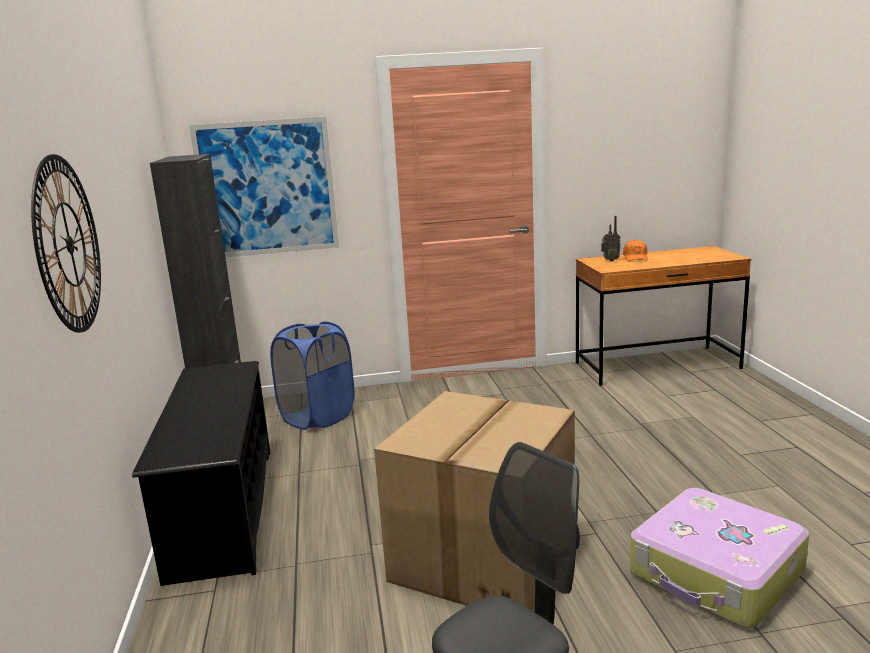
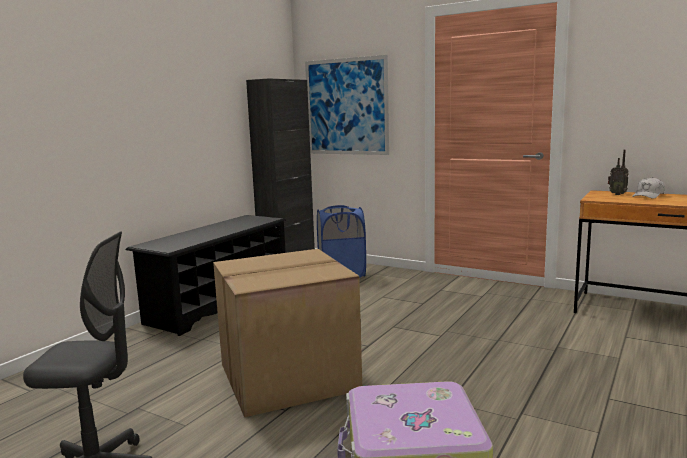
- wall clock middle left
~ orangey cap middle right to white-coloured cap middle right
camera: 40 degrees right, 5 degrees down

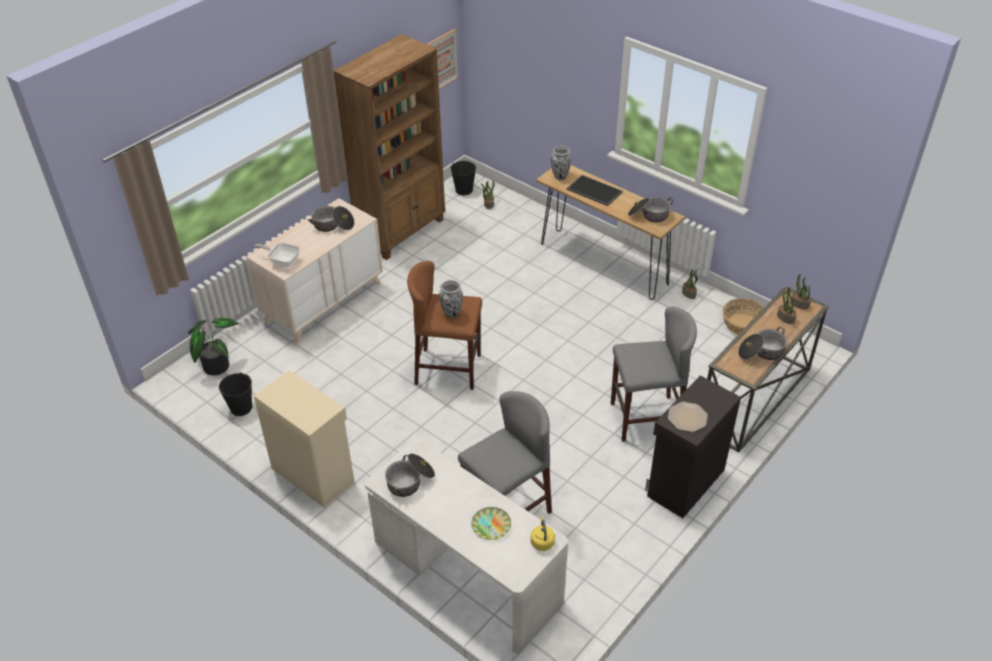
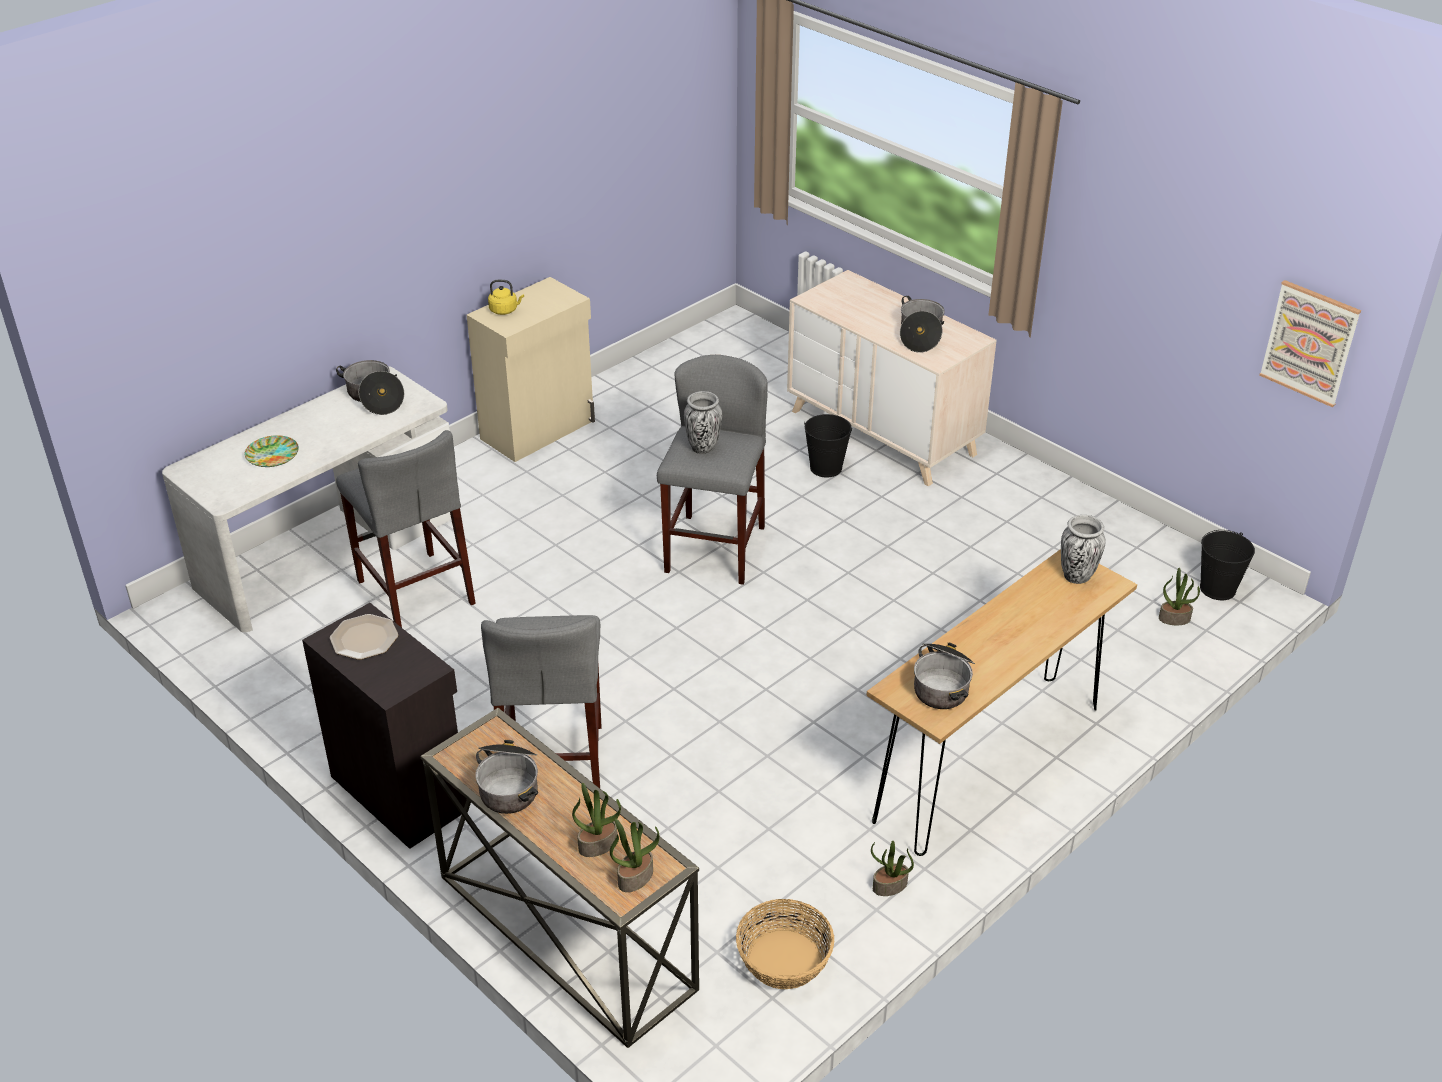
- brown-coloured bookcase top centre
- carrying tray top centre
- pan middle left
~ brown-coloured sitting stool centre to greyish sitting stool (3rd from left) centre
- potted plant (1st from left) middle left
~ black-coloured pail (1st from left) middle left to centre
~ yellow water kettle bottom centre to top centre
camera: 95 degrees right, 5 degrees down

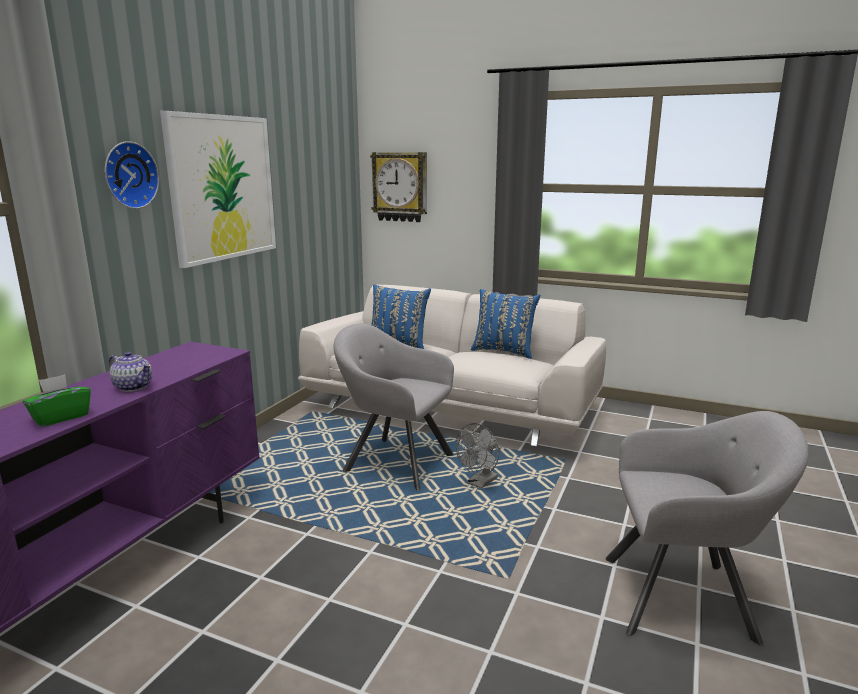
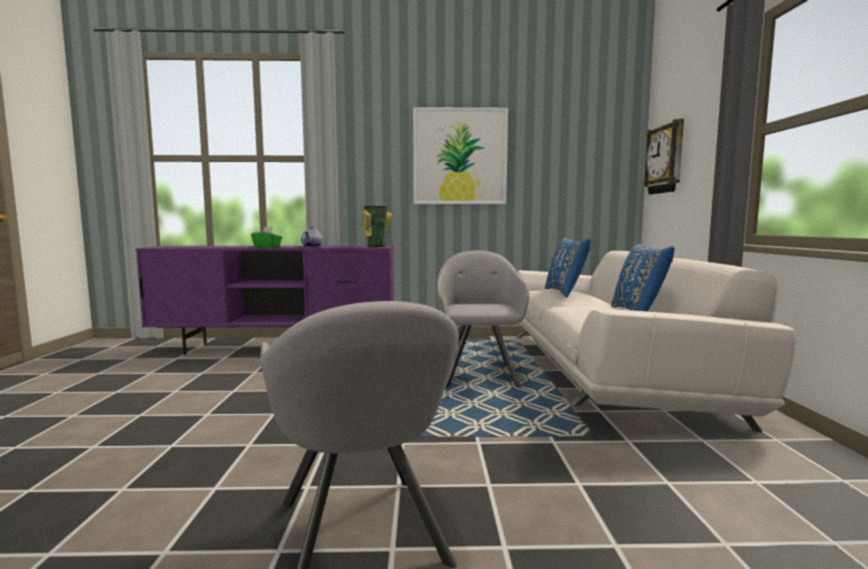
- wall clock (1st from left) top left
- greyish electric fan centre
+ decorative vase centre
camera: 65 degrees right, 10 degrees down

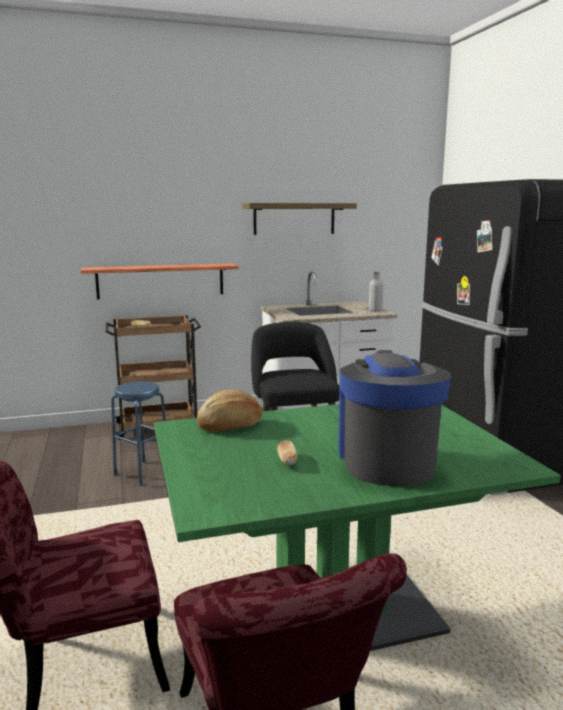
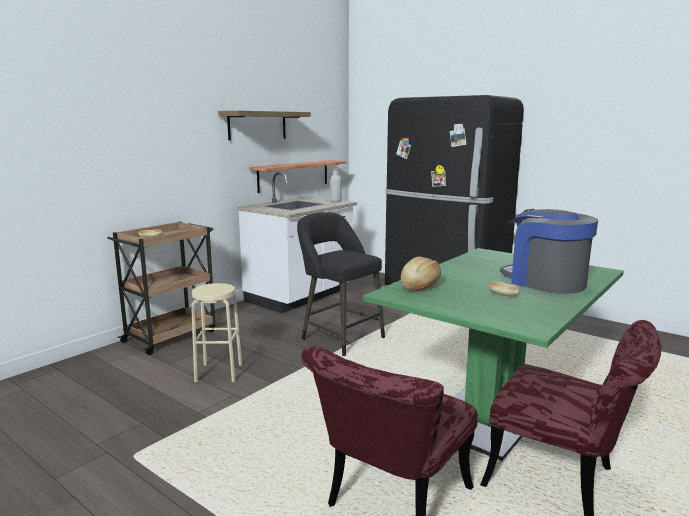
~ shelf (1st from left in the first image) middle left to shelf (2nd from left) centre
~ blue sitting stool middle left to beige sitting stool middle left
camera: 35 degrees left, 0 degrees up

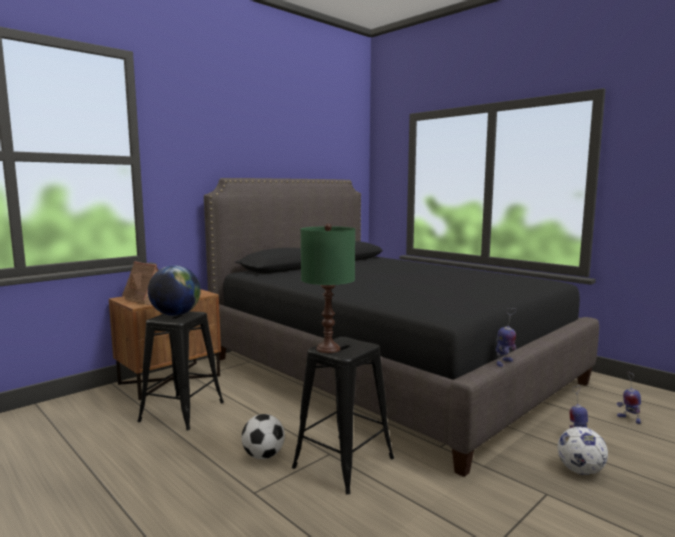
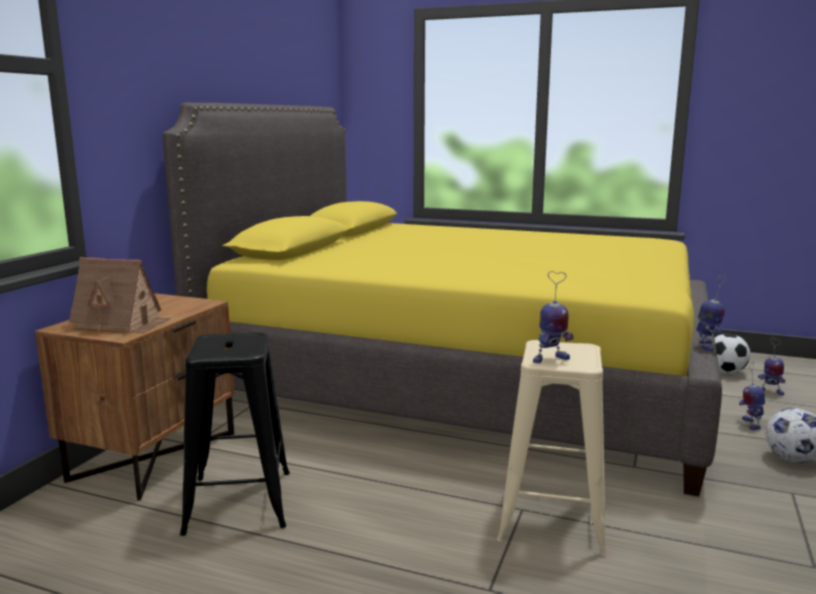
~ black-coloured sleeping bed centre to yellow sleeping bed centre
~ greenish tabletop lamp centre to model robot (1st from left) middle right
- globe middle left
~ black-coloured sitting stool (2nd from left) bottom centre to beige sitting stool bottom right
~ football ball (1st from left) bottom centre to middle right
camera: 25 degrees left, 5 degrees up

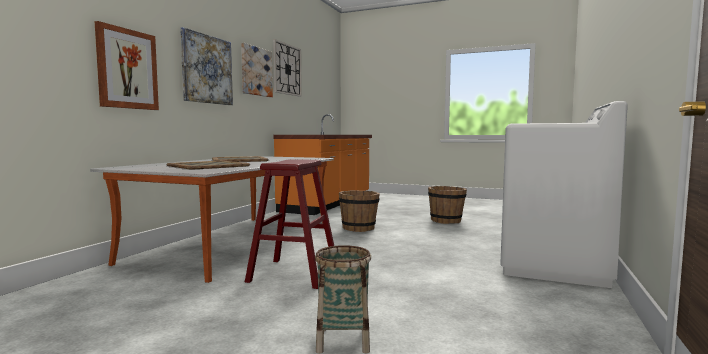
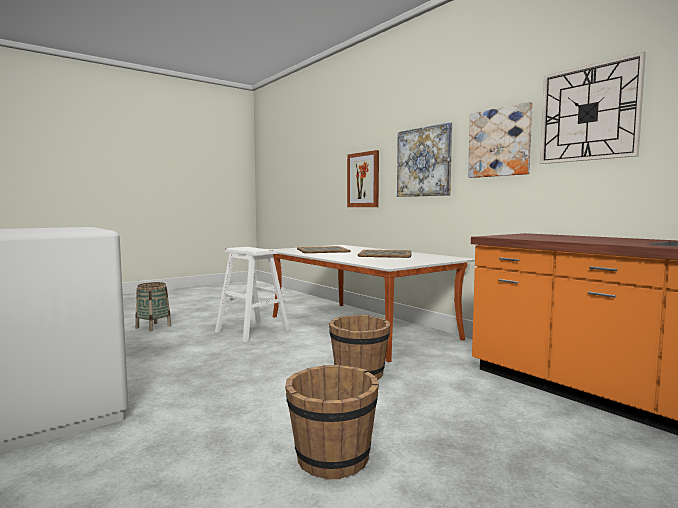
~ red sitting stool centre to white-coloured sitting stool centre
camera: 120 degrees right, 0 degrees up

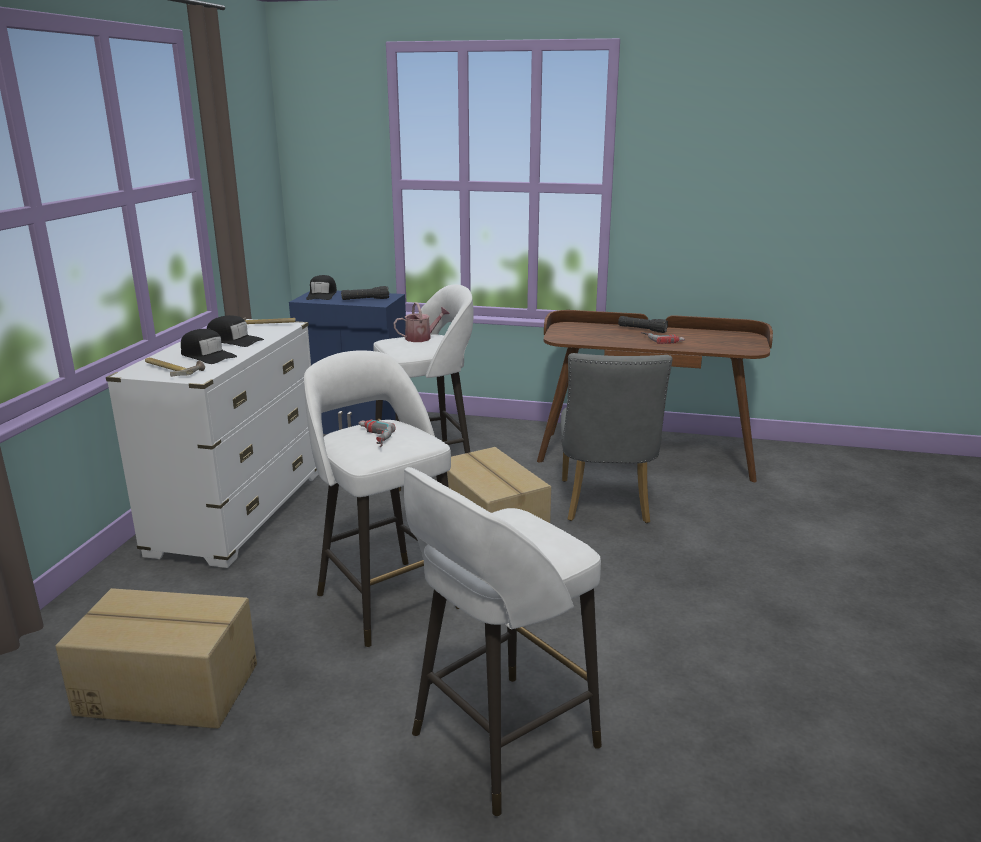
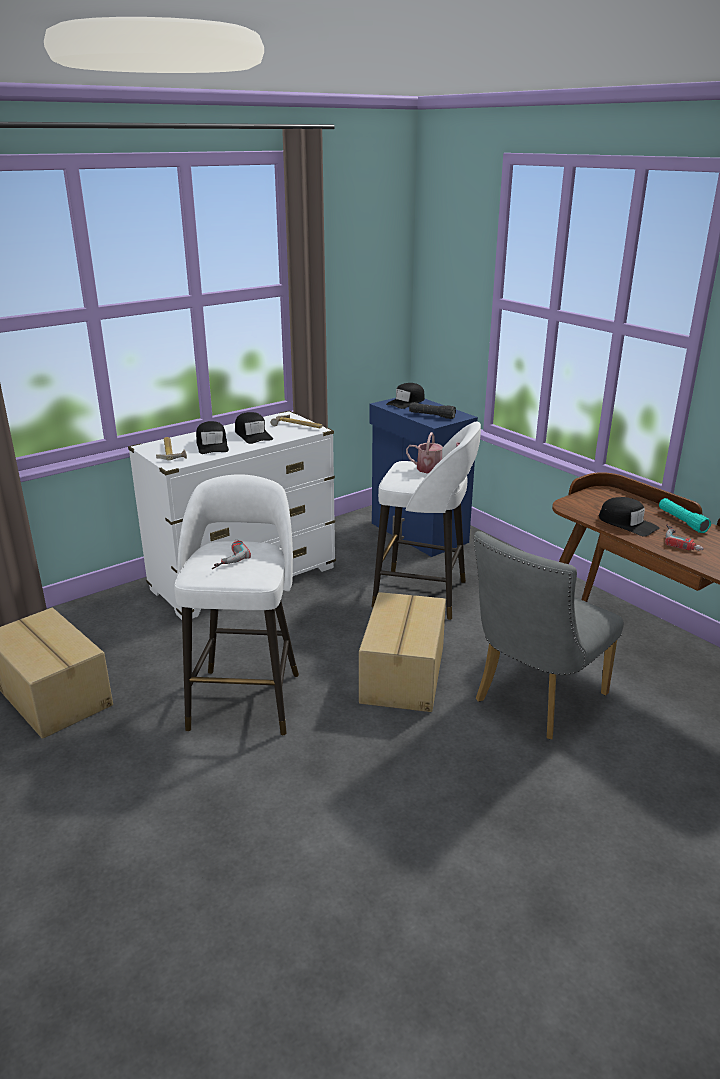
~ black-coloured flashlight (2nd from left) centre to turquoise-coloured flashlight middle right
- white-coloured sitting stool (3rd from left) bottom centre
+ black-coloured cap (4th from left) middle right
camera: 40 degrees right, 5 degrees up

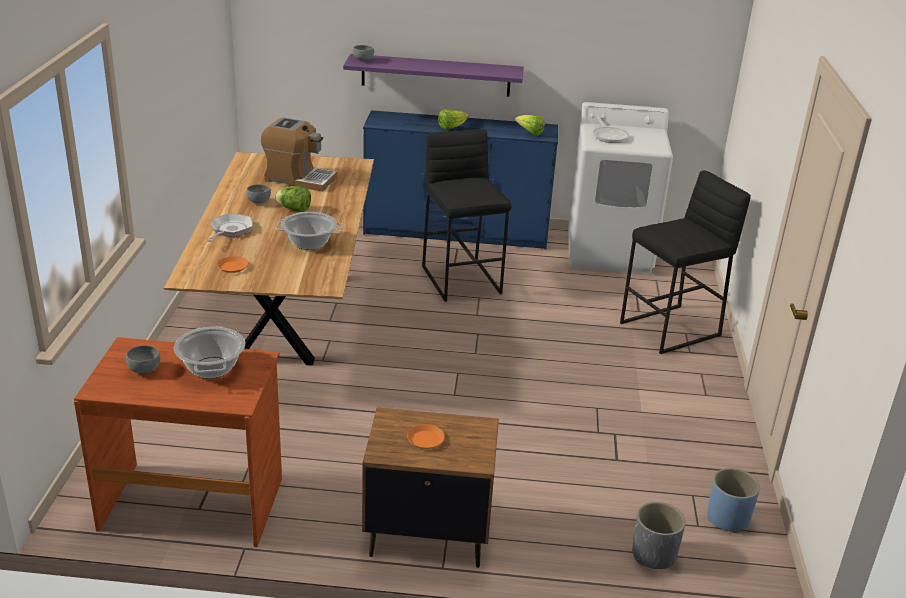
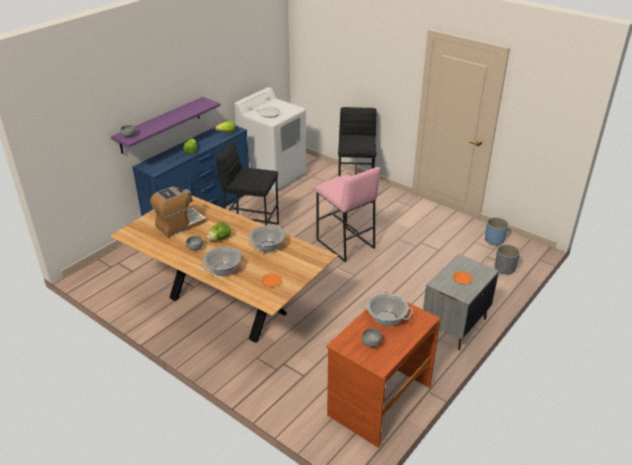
~ pan (1st from left) middle left to cooking pot (1st from left) centre
~ brown-coloured nightstand bottom centre to greyish nightstand middle right
+ pink-coloured sitting stool centre
camera: 55 degrees left, 5 degrees up

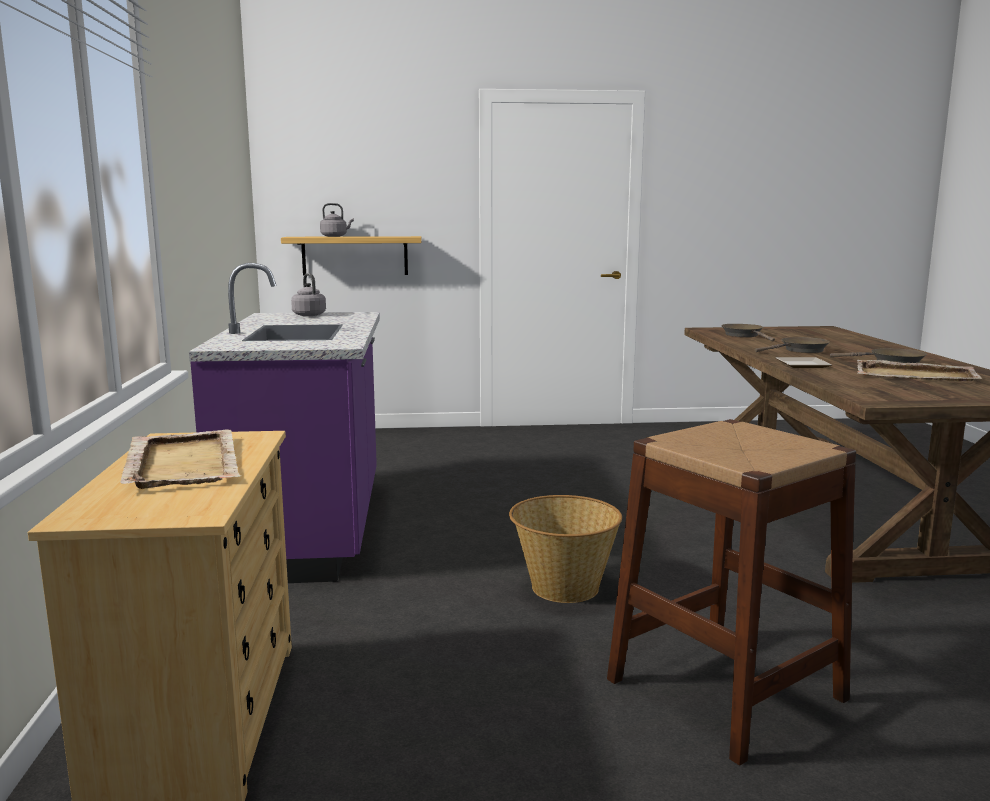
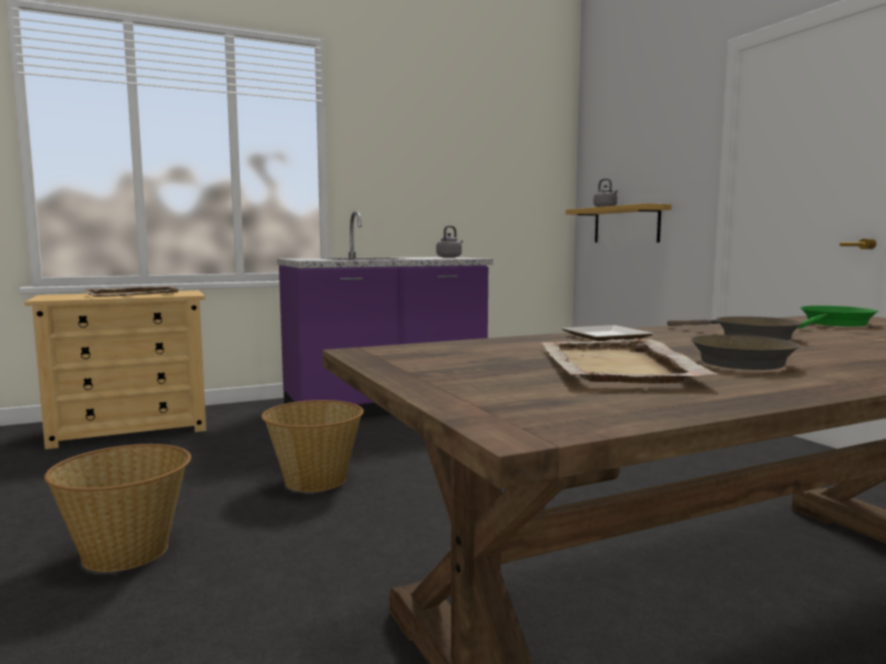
~ brown-coloured pan (1st from left) middle right to greenish pan middle right
~ brown-coloured sitting stool bottom right to storage basket (1st from left) bottom left
camera: 70 degrees right, 5 degrees down

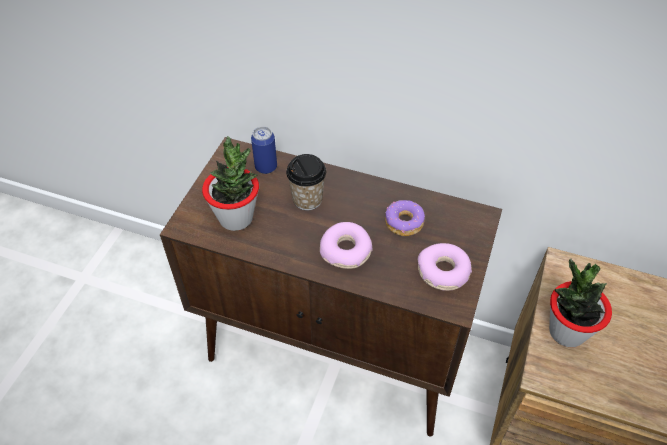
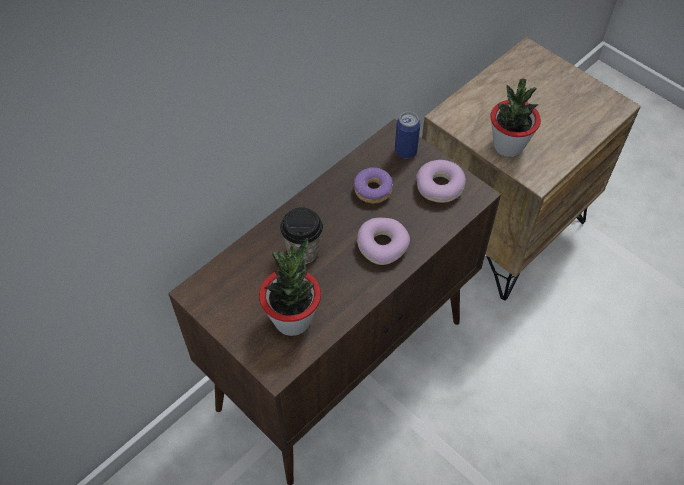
~ sealed can centre to top centre
camera: 65 degrees left, 5 degrees up

